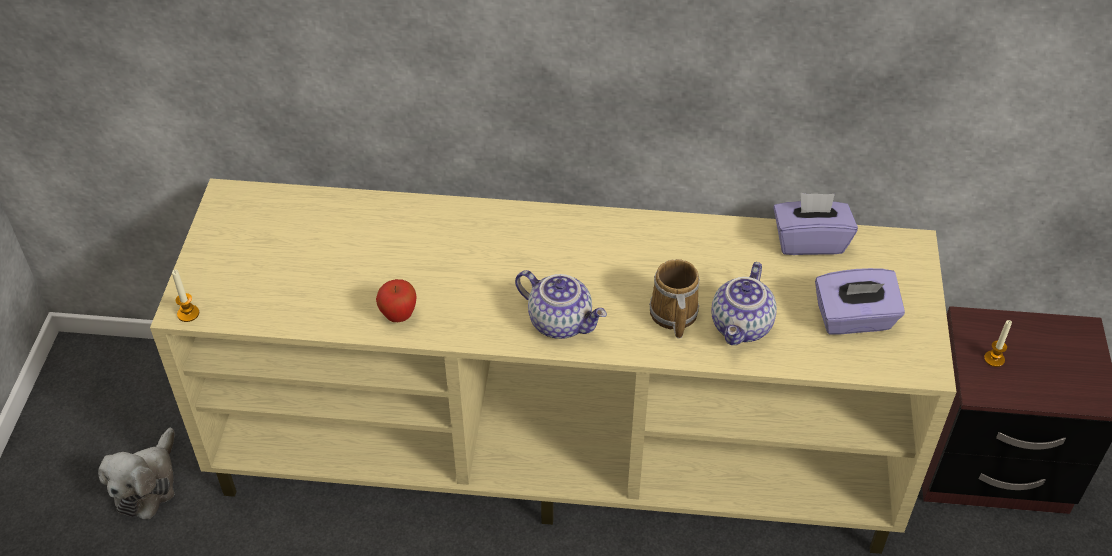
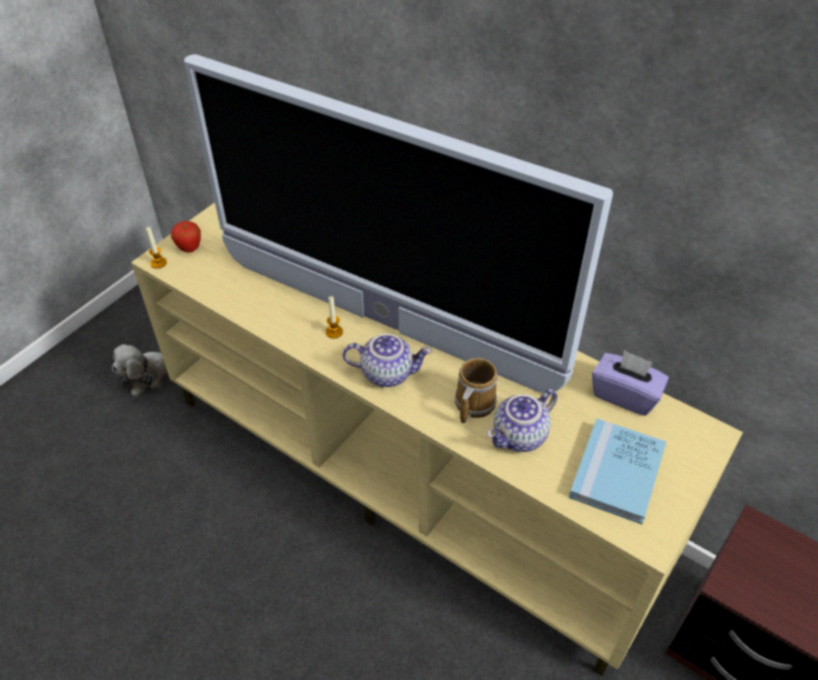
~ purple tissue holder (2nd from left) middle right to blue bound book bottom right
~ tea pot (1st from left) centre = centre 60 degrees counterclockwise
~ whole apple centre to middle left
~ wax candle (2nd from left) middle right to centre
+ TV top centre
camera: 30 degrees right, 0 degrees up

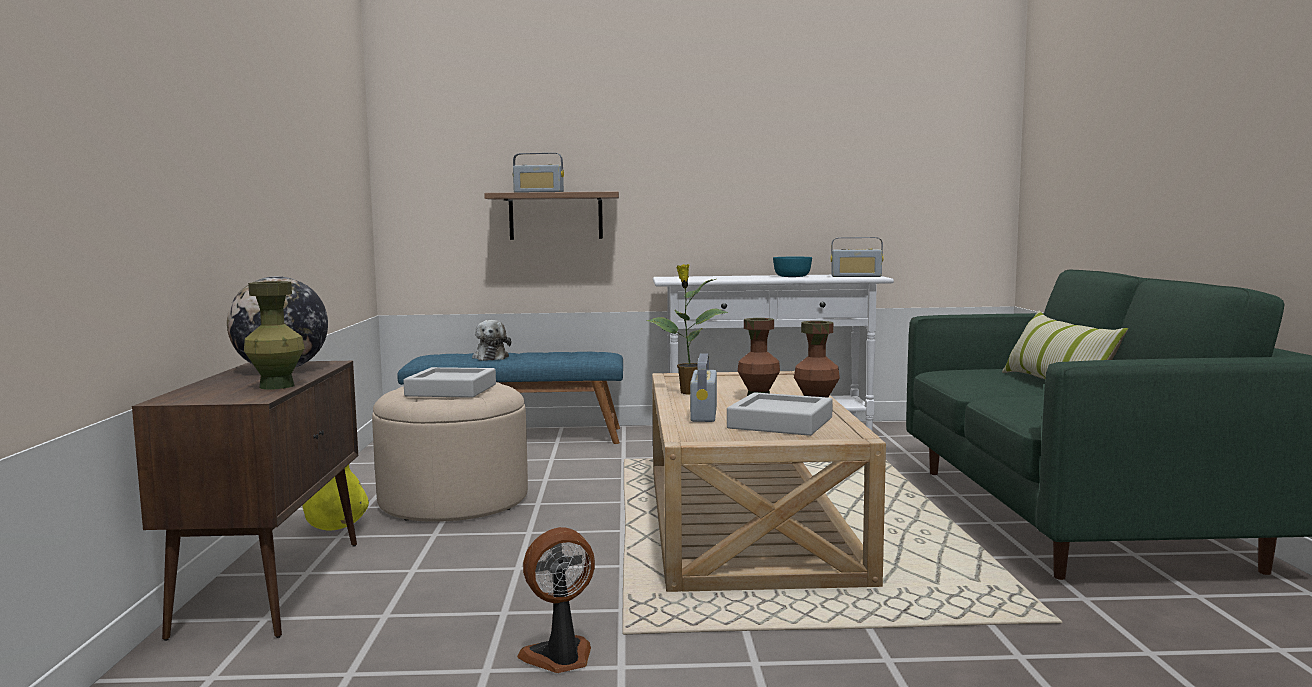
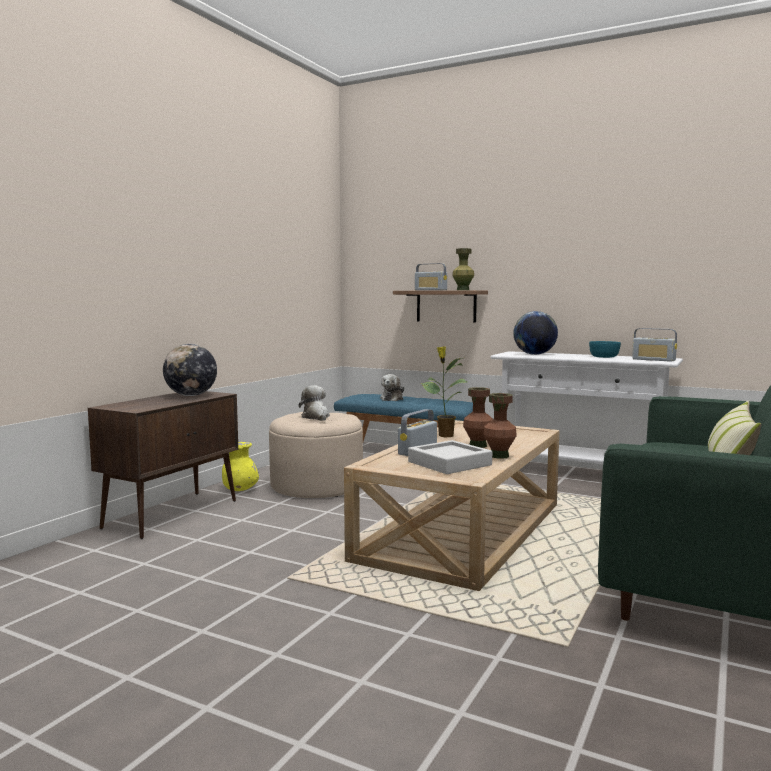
~ greenish decorative vase middle left to centre
~ greyish carrying tray (1st from left) centre to plush toy (1st from left) centre
- electric fan bottom centre
+ globe (2nd from left) middle right
camera: 30 degrees right, 0 degrees up

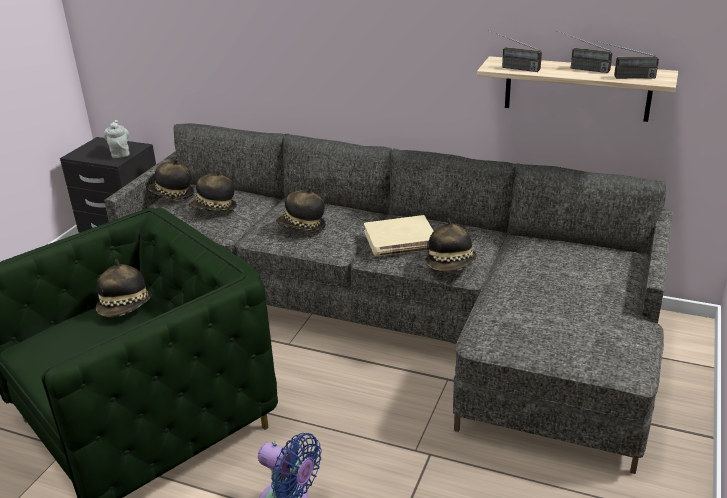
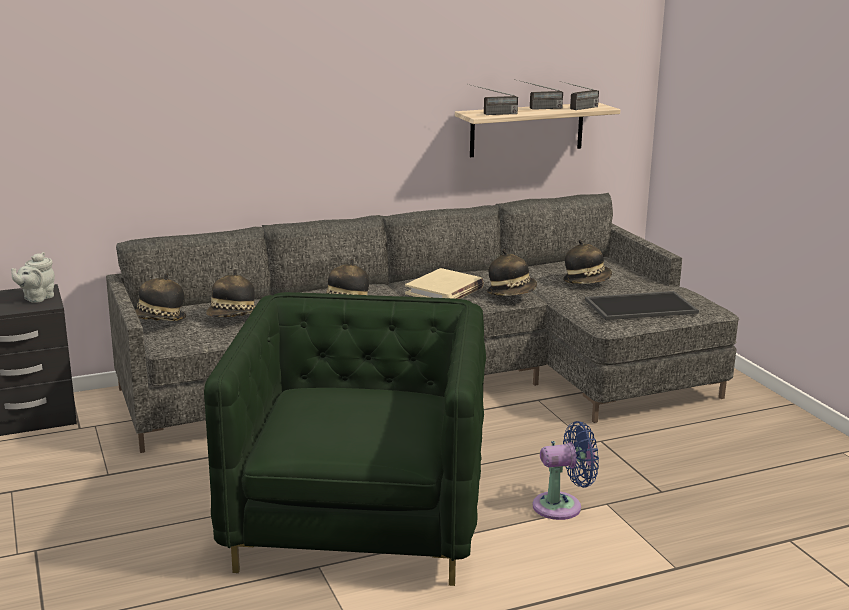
~ greyish tea pot top left = middle left 90 degrees counterclockwise
~ wearable hat (1st from left in the first image) middle left to wearable hat (5th from left) middle right
+ carrying tray middle right
camera: 45 degrees left, 10 degrees down

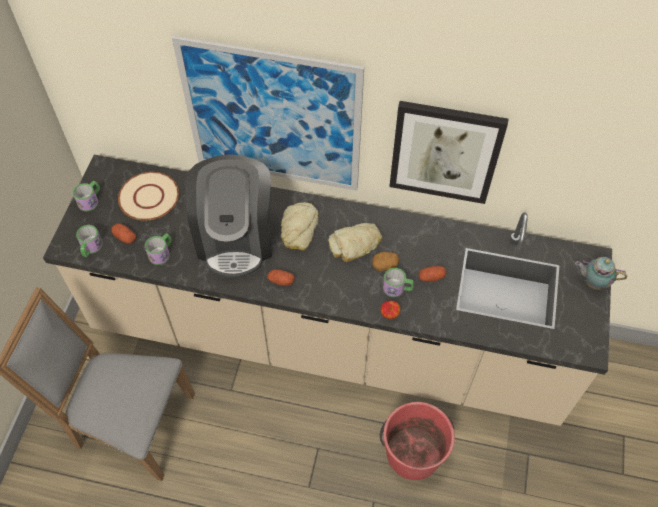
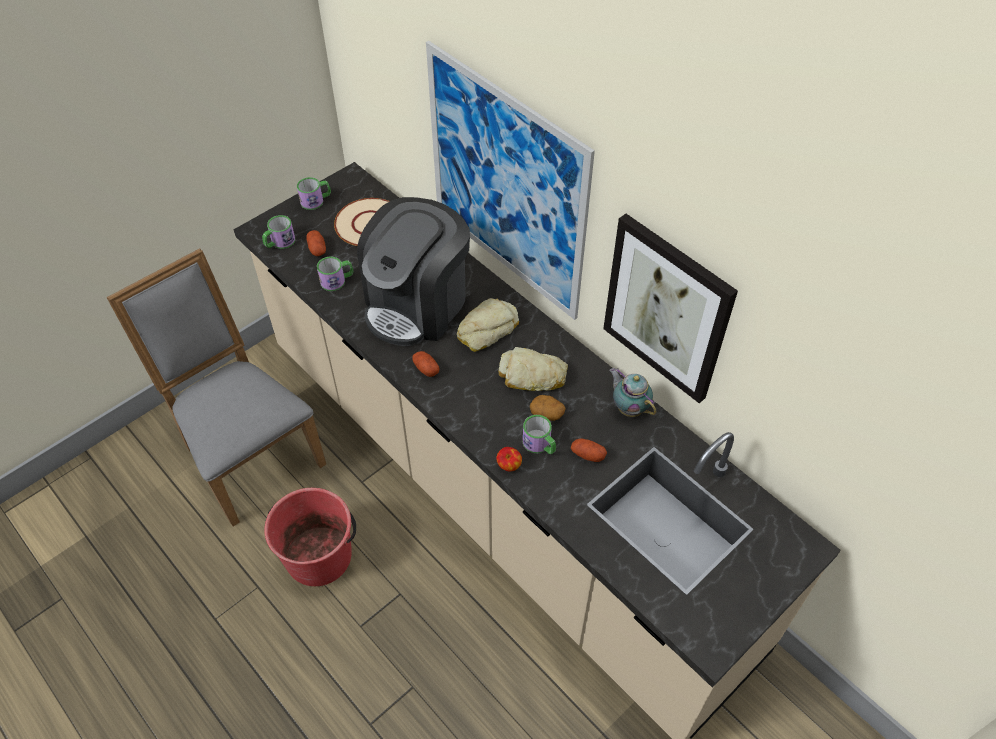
~ tea pot middle right to centre
~ red pail bottom centre to bottom left
camera: 35 degrees right, 5 degrees down

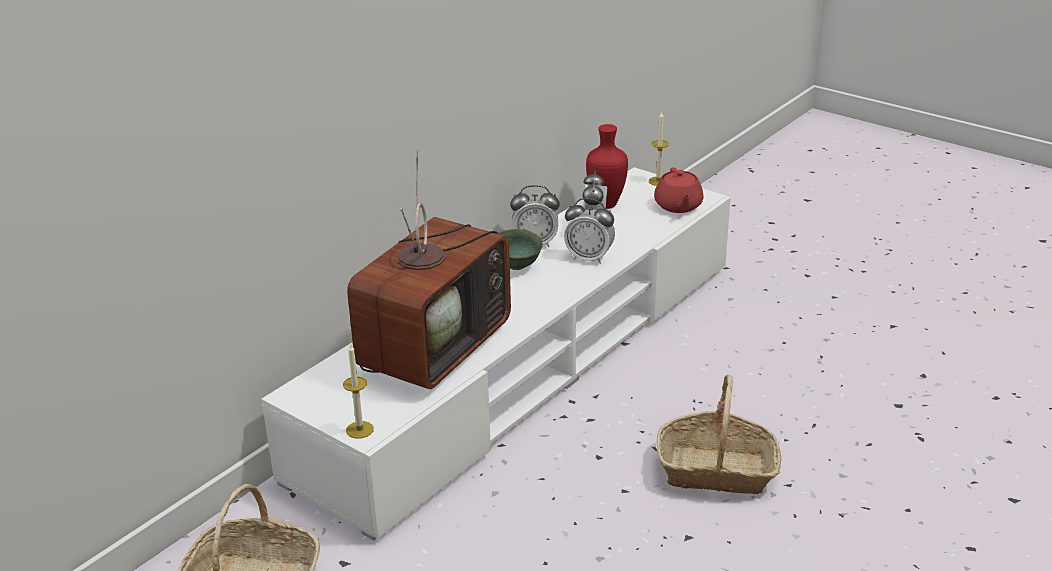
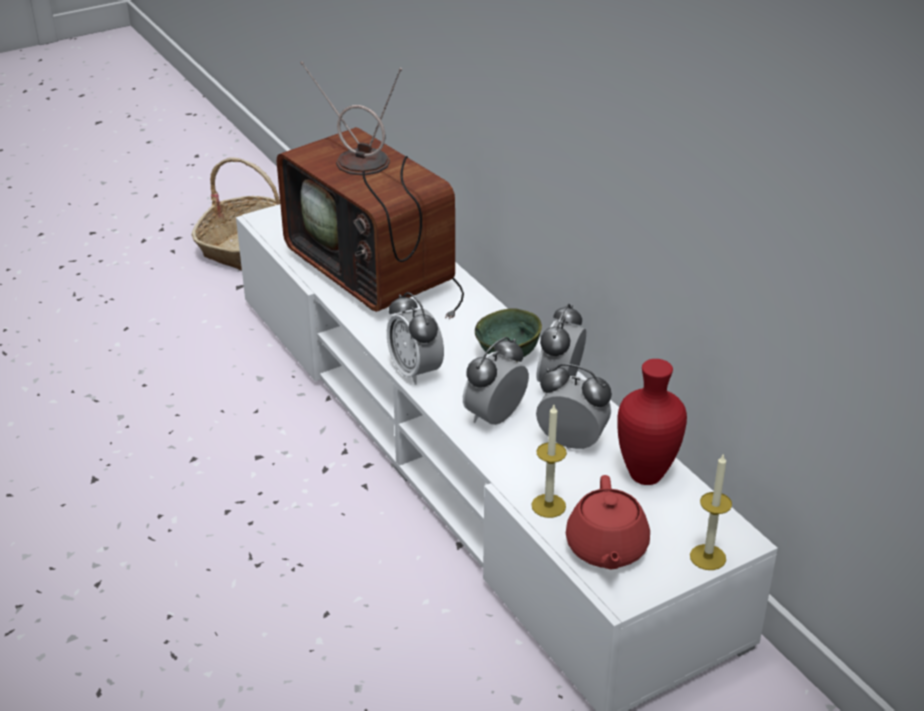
~ red tea pot top centre = bottom centre 105 degrees counterclockwise
~ wax candle (1st from left) bottom centre to centre
- storage basket (2nd from left) bottom right
+ bedside clock (1st from left) centre
camera: 110 degrees right, 5 degrees up

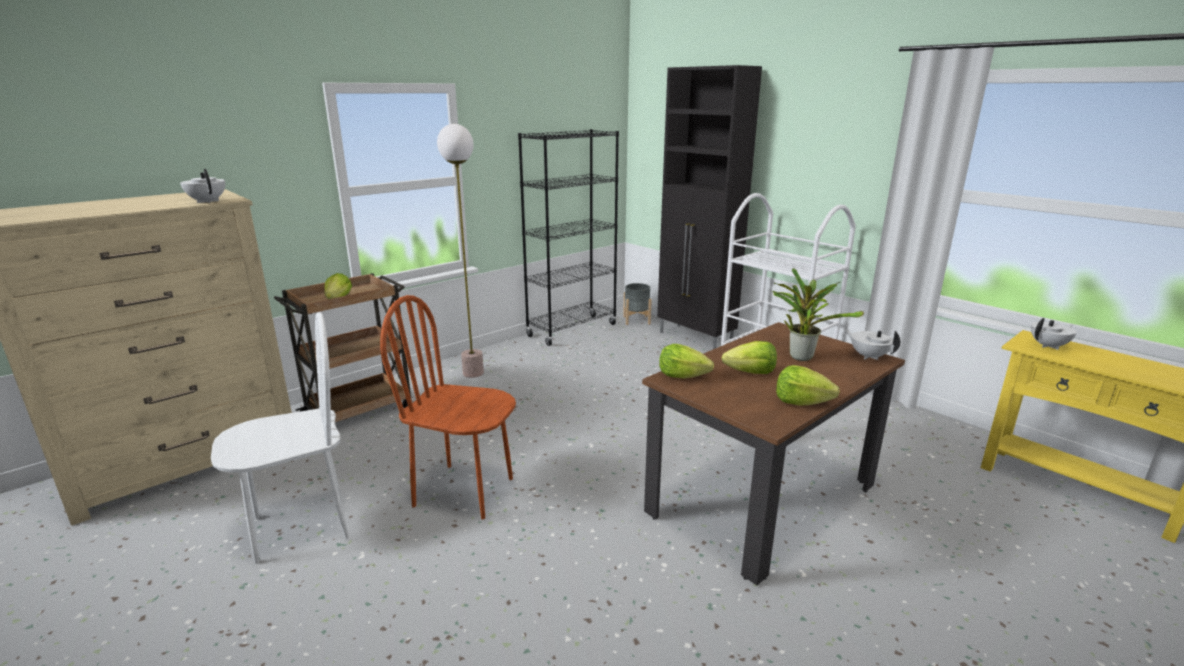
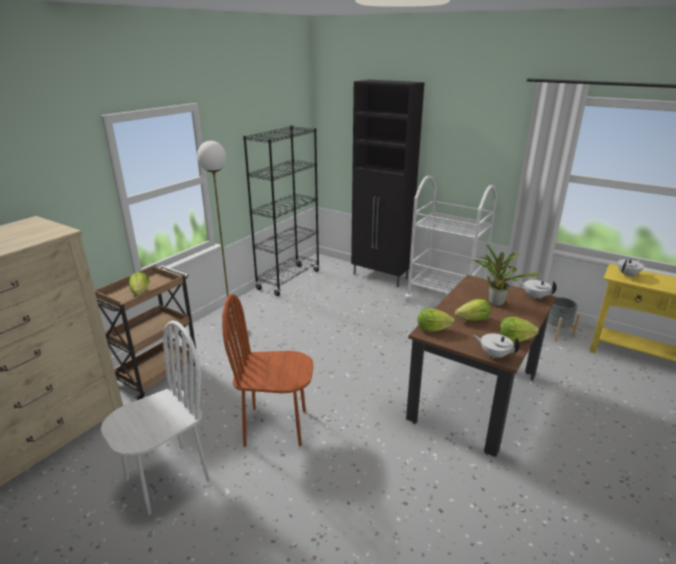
~ white-coloured tea pot (1st from left) top left to middle right
~ greyish flower pot centre to middle right
camera: 15 degrees left, 5 degrees up

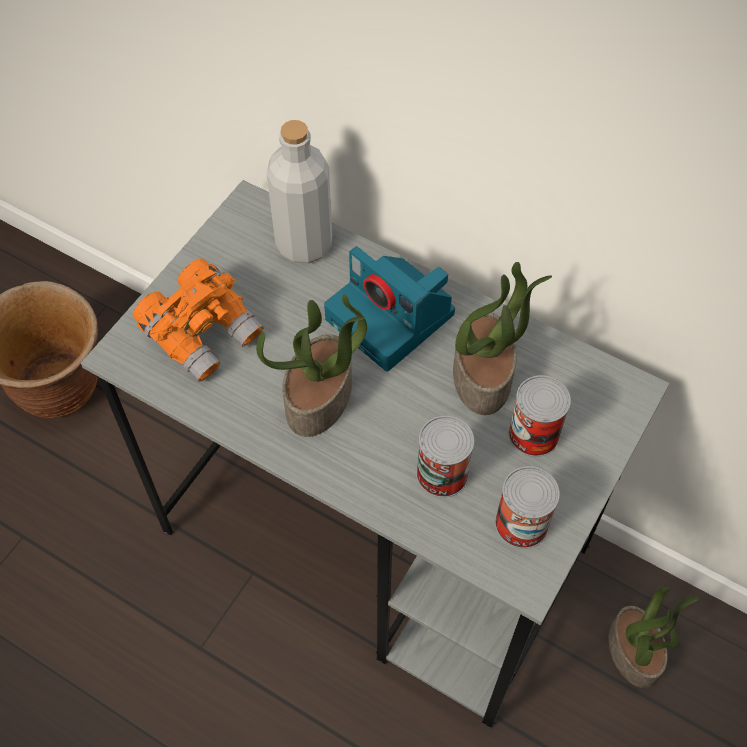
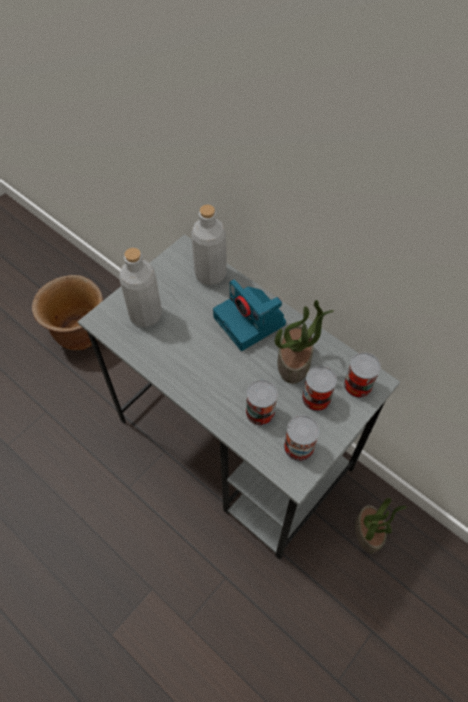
~ orangey field glasses middle left to greyish bottle (1st from left) middle left
- potted plant (1st from left) centre
+ sealed can (4th from left) middle right
camera: 10 degrees right, 0 degrees up

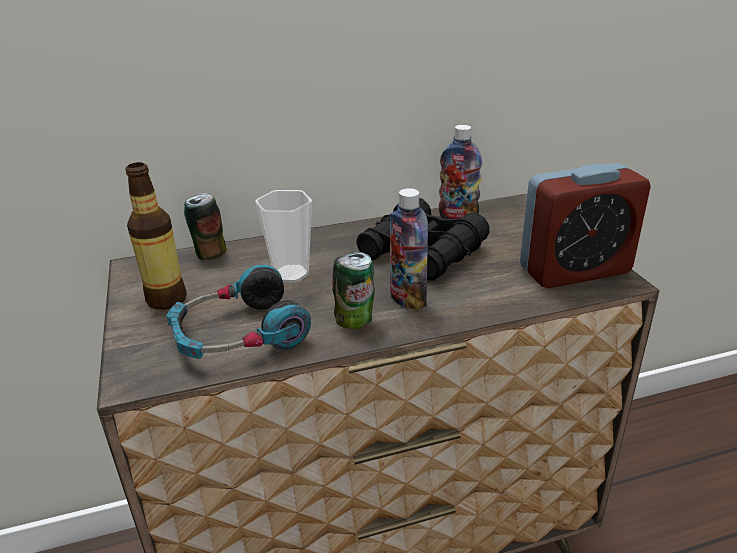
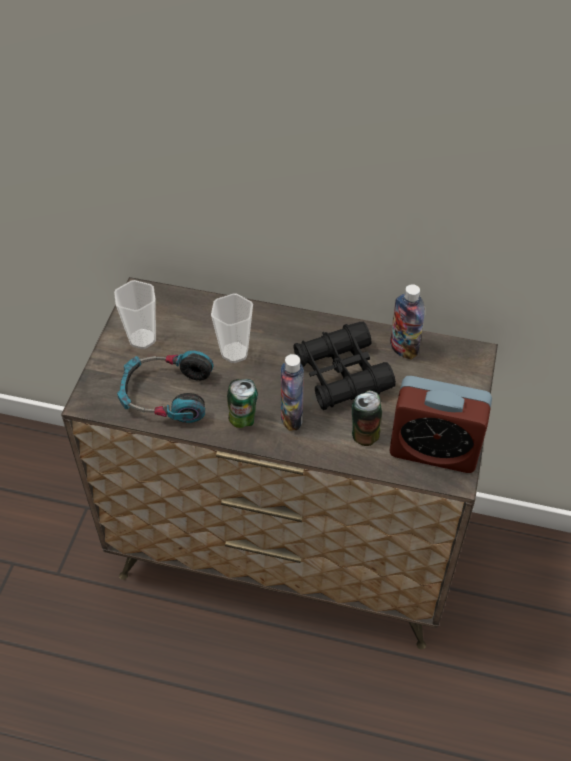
~ bottle (1st from left) middle left to drinking cup (1st from left) middle left
~ sealed can (1st from left in the first image) middle left to sealed can (2nd from left) centre
camera: 30 degrees right, 20 degrees up

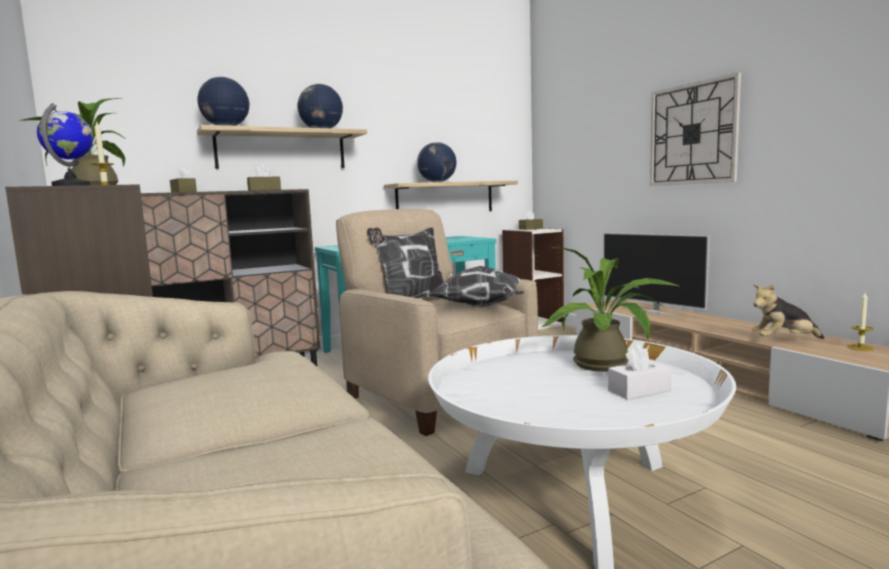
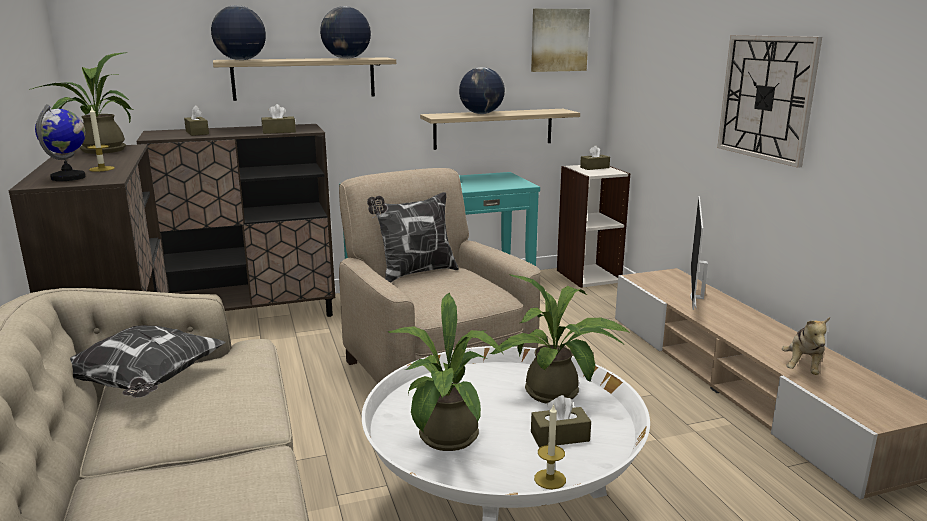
~ TV middle right = middle right 45 degrees clockwise
~ throw pillow (2nd from left in the first image) centre to throw pillow (1st from left) bottom left
~ plush toy middle right = middle right 75 degrees counterclockwise
~ wax candle (2nd from left) middle right to bottom centre
~ white-coloured tissue holder middle right to brown-coloured tissue holder (3rd from left) bottom centre
+ wall picture top centre
+ potted plant (2nd from left) bottom centre
camera: 10 degrees right, 10 degrees up

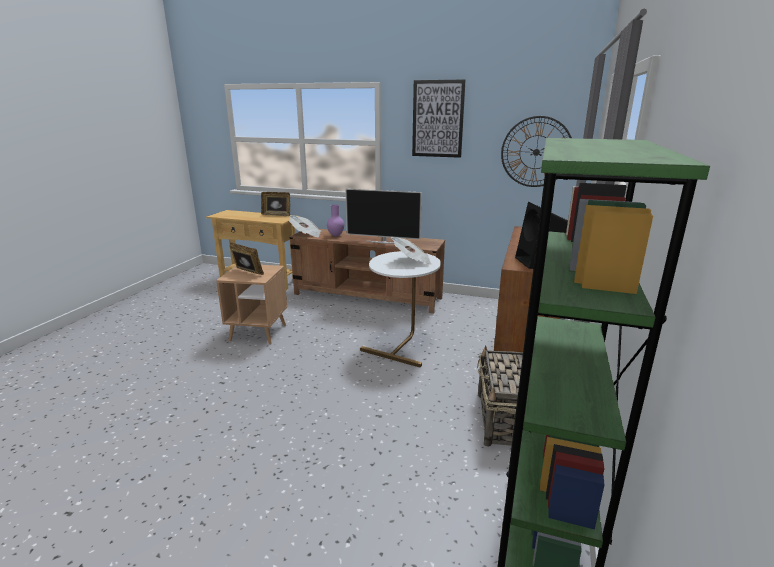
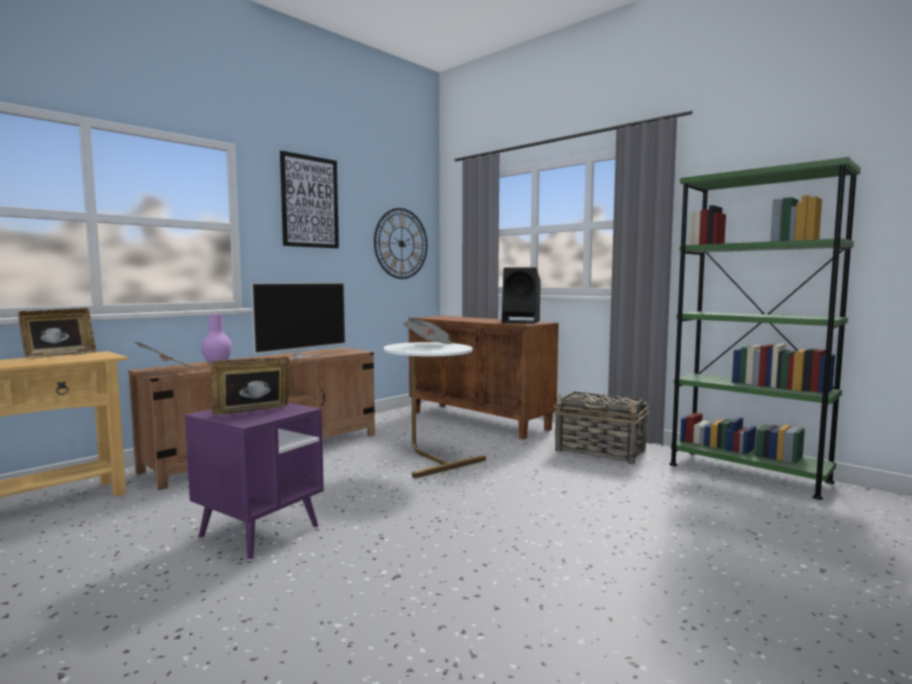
~ brown-coloured end table middle left to purple end table bottom left
camera: 65 degrees left, 15 degrees down

